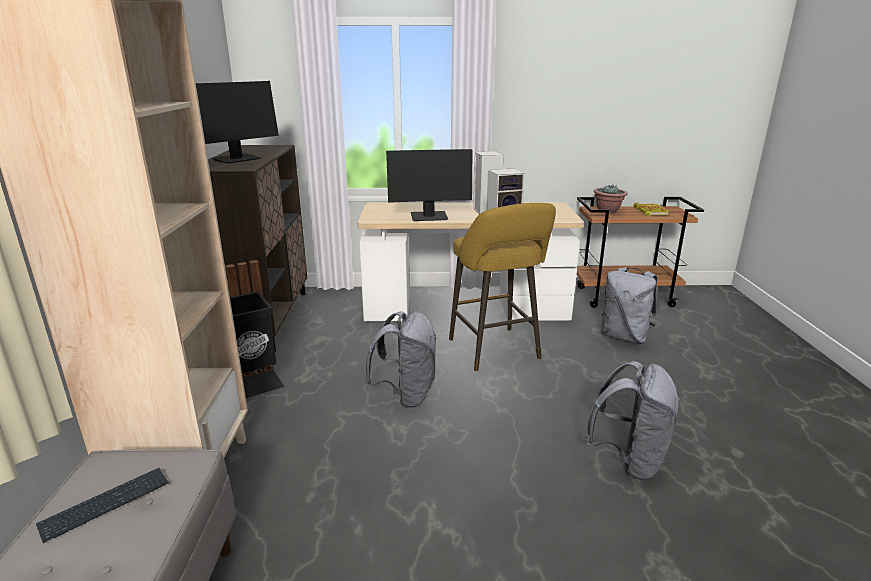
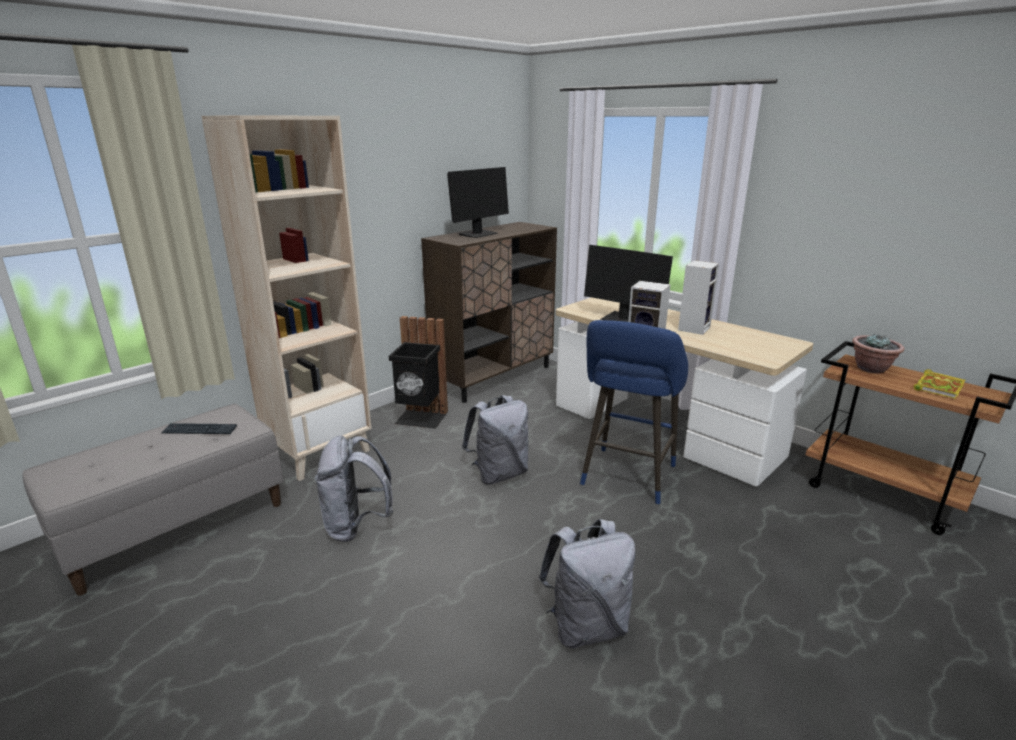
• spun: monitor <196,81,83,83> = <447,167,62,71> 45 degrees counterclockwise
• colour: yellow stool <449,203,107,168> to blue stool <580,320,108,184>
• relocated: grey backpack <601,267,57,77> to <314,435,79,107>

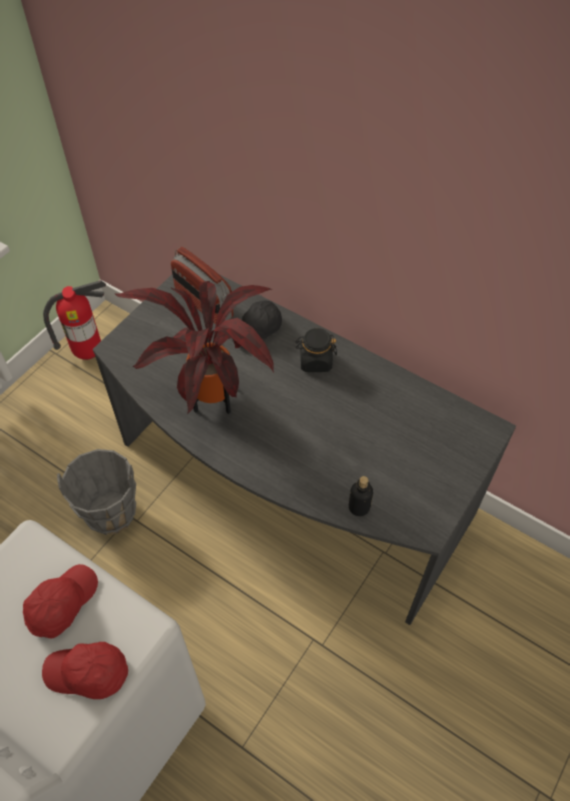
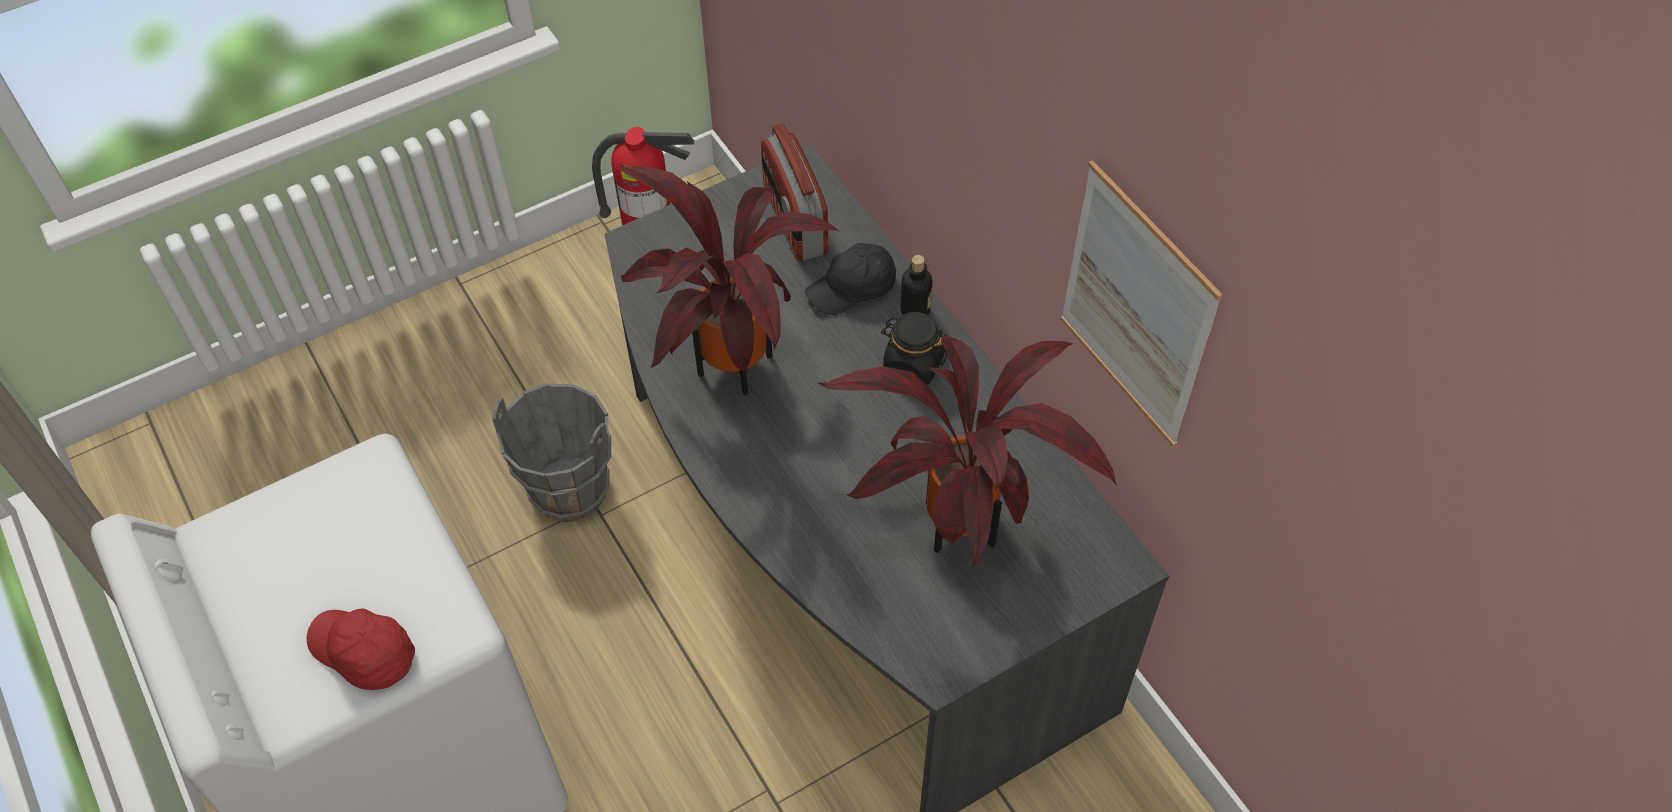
• relocated: bottle <349,476,24,40> to <900,255,33,60>
• missing: red cap <23,564,75,74>
• appeared: picture <1061,160,162,287>
• appeared: potted plant <819,334,298,234>

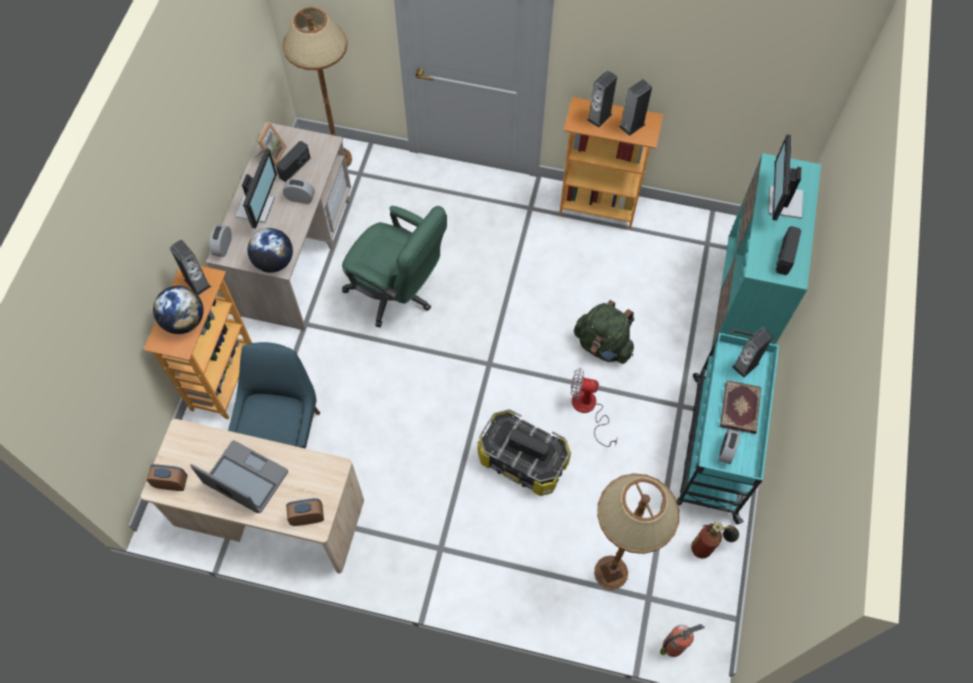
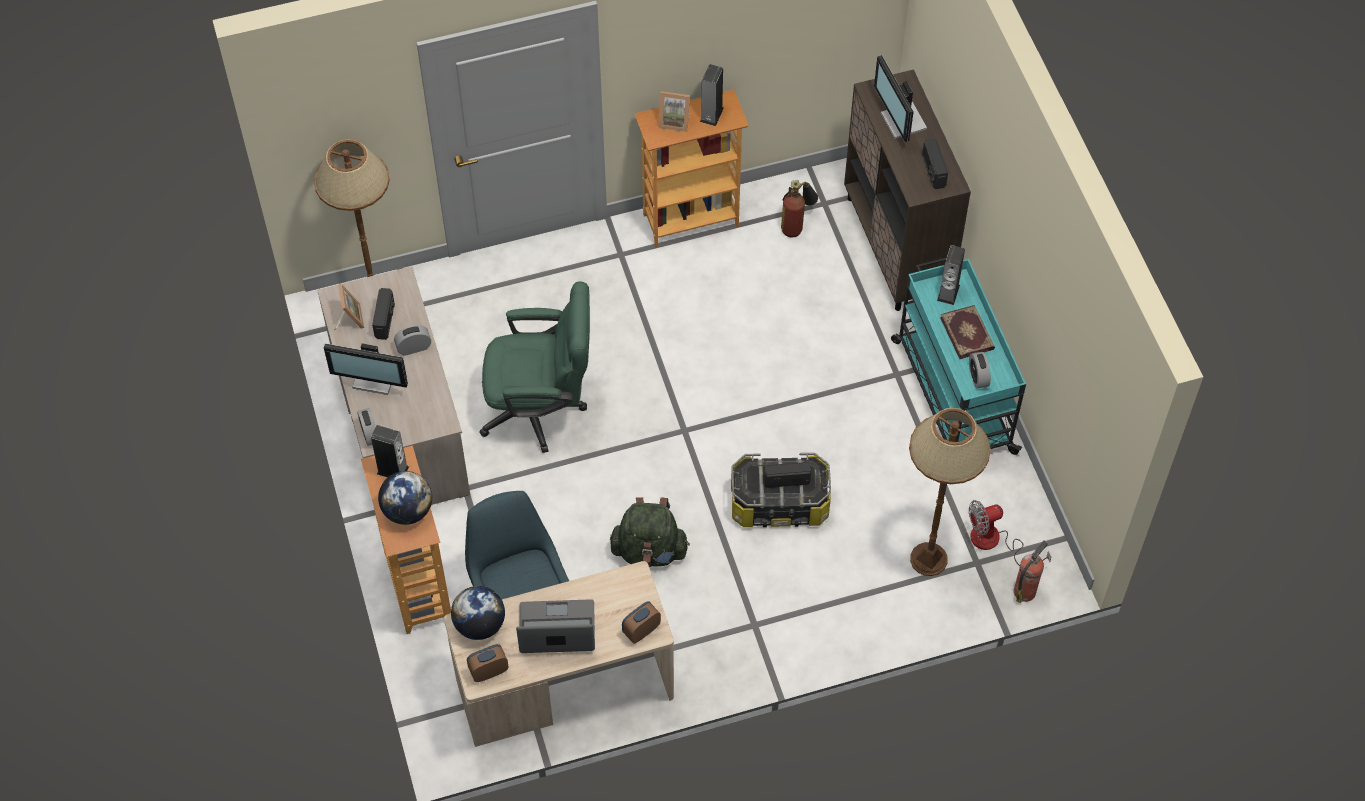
• exchanged: speaker <587,70,30,58> to picture frame <658,91,32,41>
• spun: monitor <235,148,42,81> = <324,343,84,52> 120 degrees clockwise
• colour: turquoise cabinet <712,153,109,194> to brown cabinet <844,69,127,242>
• relocated: globe <247,228,46,45> to <451,586,54,54>
• relocated: green backpack <574,300,60,64> to <610,497,80,70>
• relocated: fan <571,368,47,79> to <969,500,82,66>
• relocated: fire extinguisher <691,522,48,36> to <781,180,37,57>

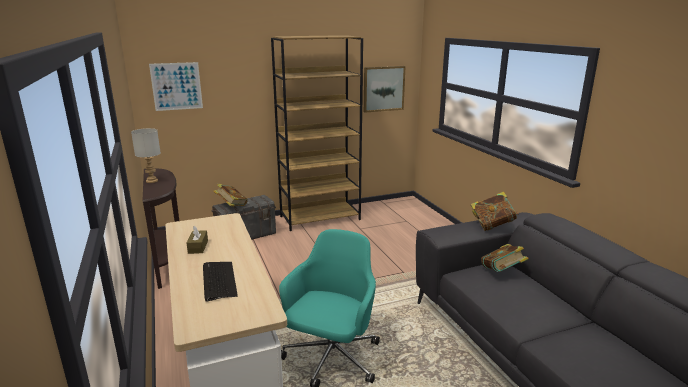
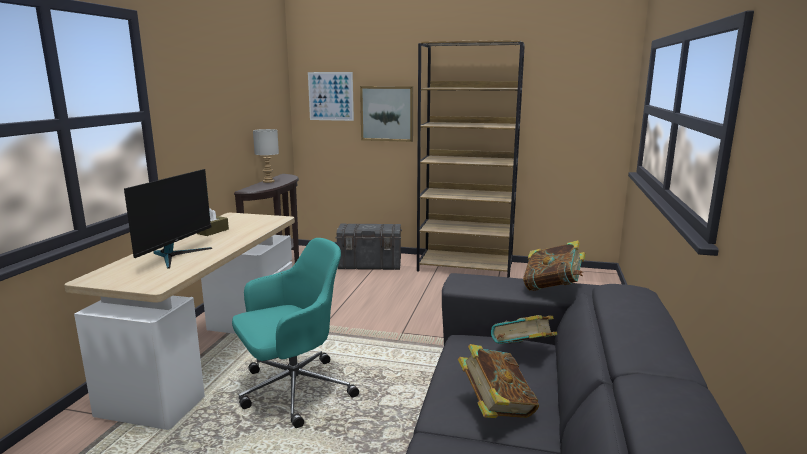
• relocated: picture <364,66,42,47> to <360,86,53,56>
• relocated: book <214,184,34,22> to <458,344,81,74>
• exchanged: keyboard <203,262,35,40> to monitor <124,169,88,99>

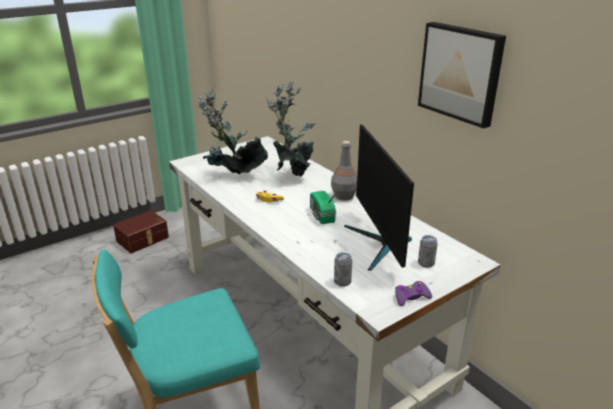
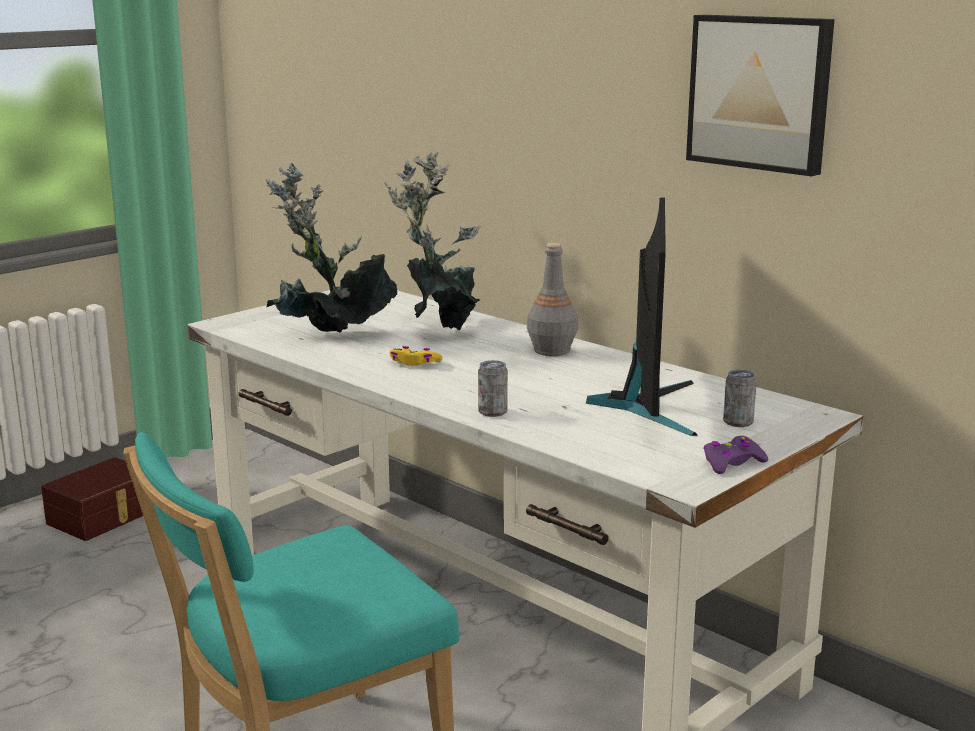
• spun: monitor <344,124,70,146> = <586,197,112,239> 150 degrees counterclockwise
• missing: radio <310,191,27,33>
• relocated: can <334,253,18,34> to <478,360,30,57>

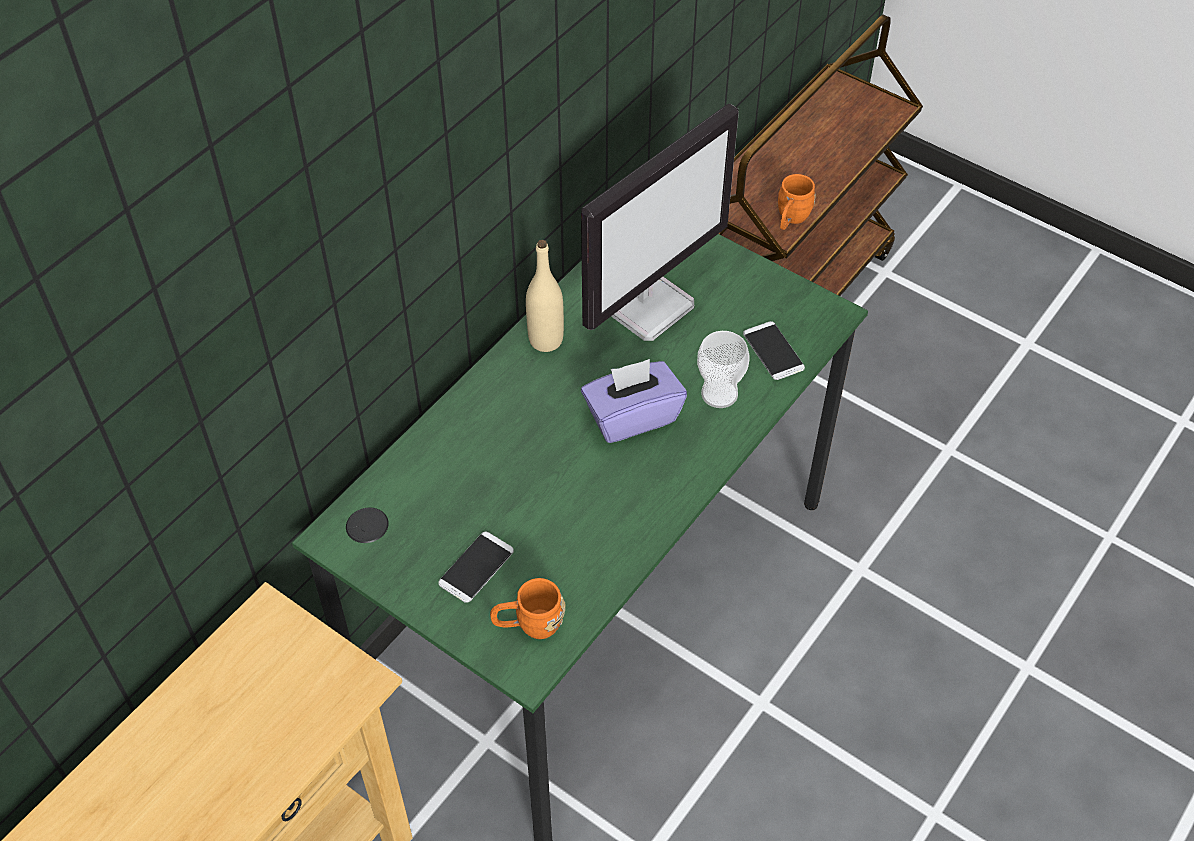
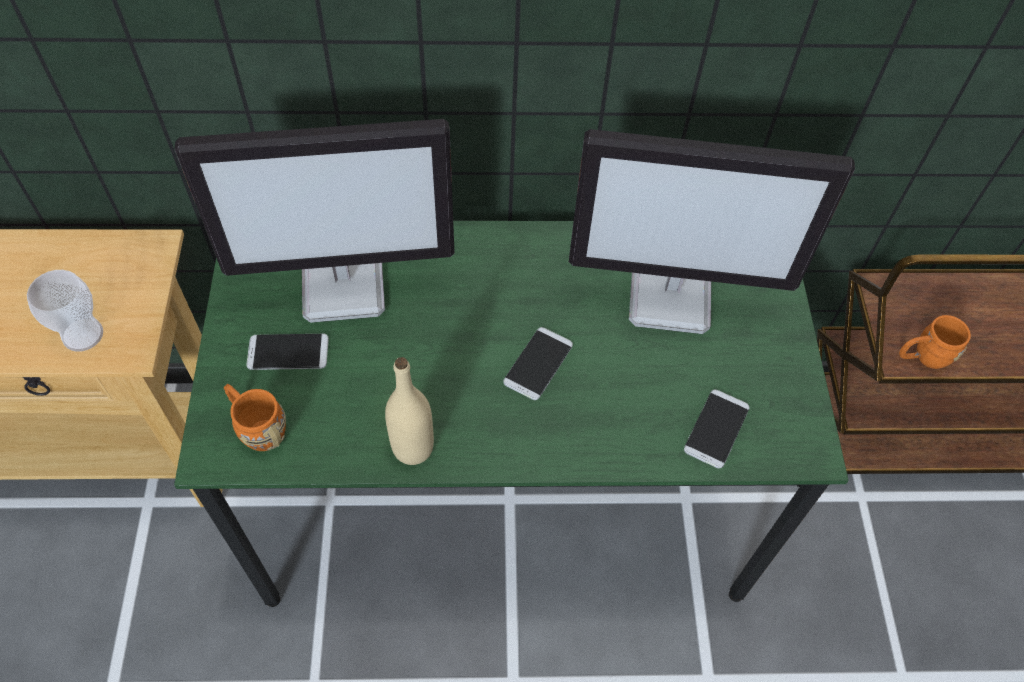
• relocated: beige bottle <526,240,38,112> to <385,357,49,108>
• relocated: cup <697,331,52,77> to <27,270,76,82>
• exchanged: purple tissue box <581,359,106,84> to phone <503,327,70,73>
• appeared: monitor <175,119,280,204>

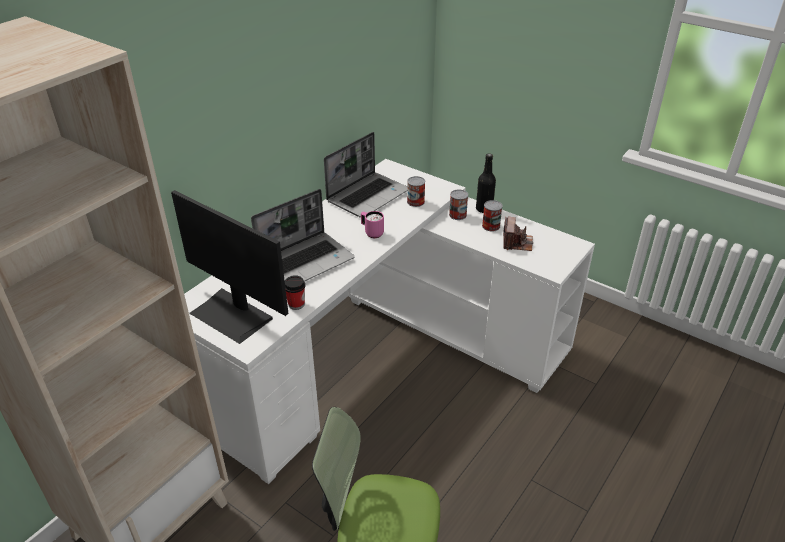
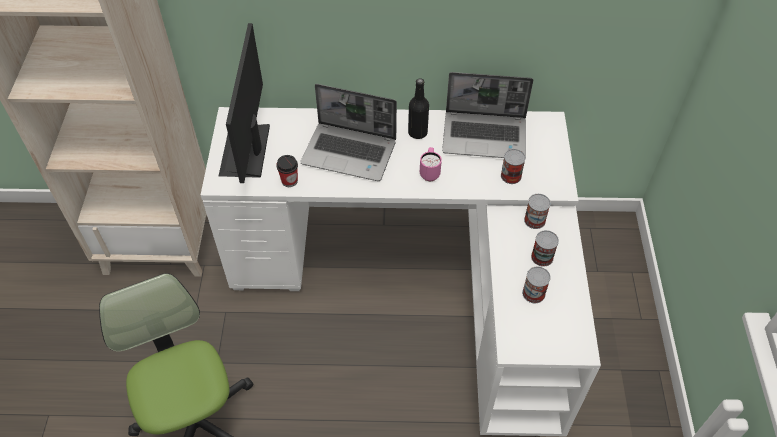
• relocated: black bottle <476,153,20,60> to <408,78,21,61>
• exchanged: photo camera <503,217,30,34> to can <522,267,29,36>

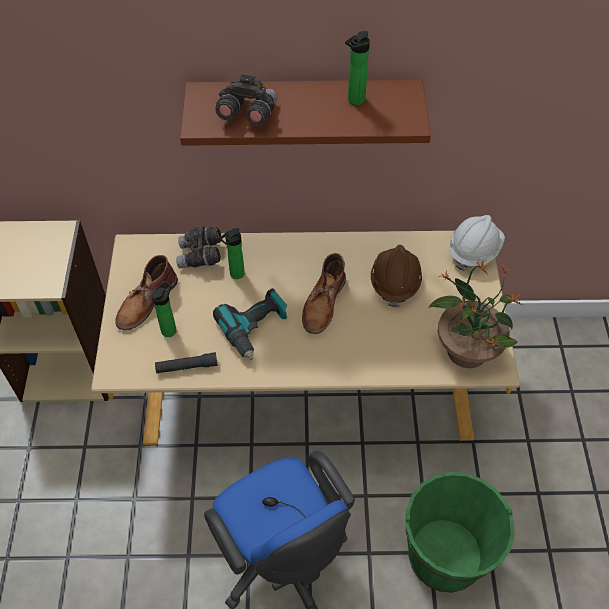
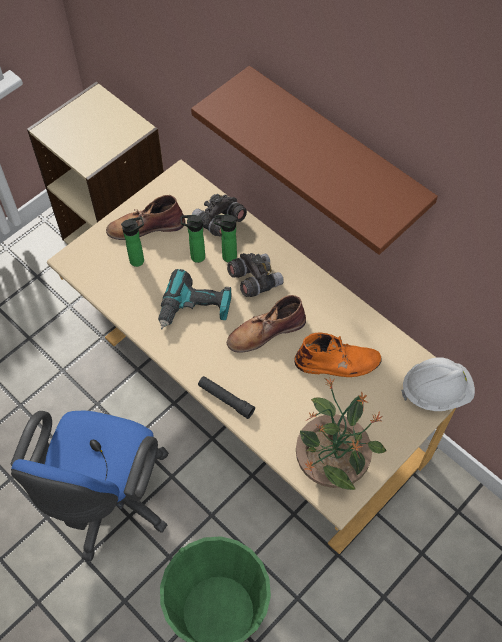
• relocated: bottle <345,31,25,74> to <181,215,24,48>
• relocated: grey binoculars <215,74,62,52> to <227,253,57,44>
• exchanged: brown hard hat <371,245,51,62> to orange boot <294,333,88,44>
• relocated: black flashlight <155,352,63,21> to <198,376,57,43>

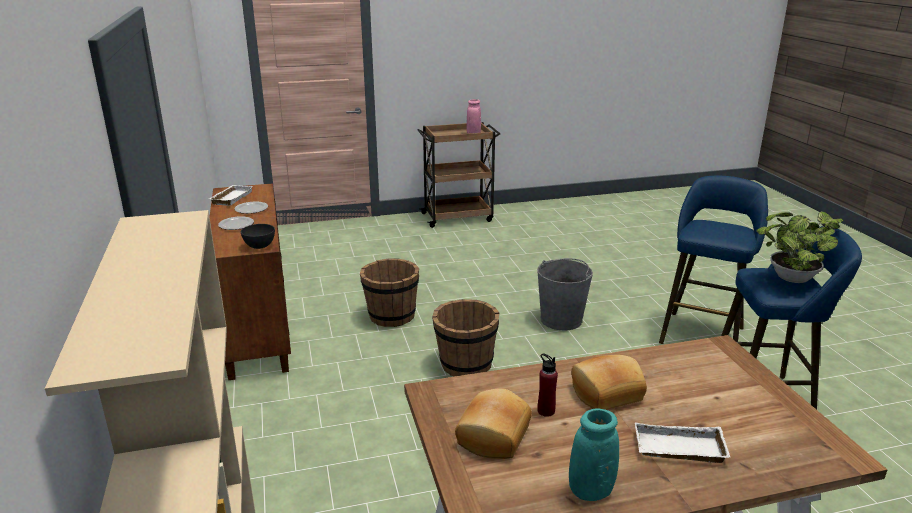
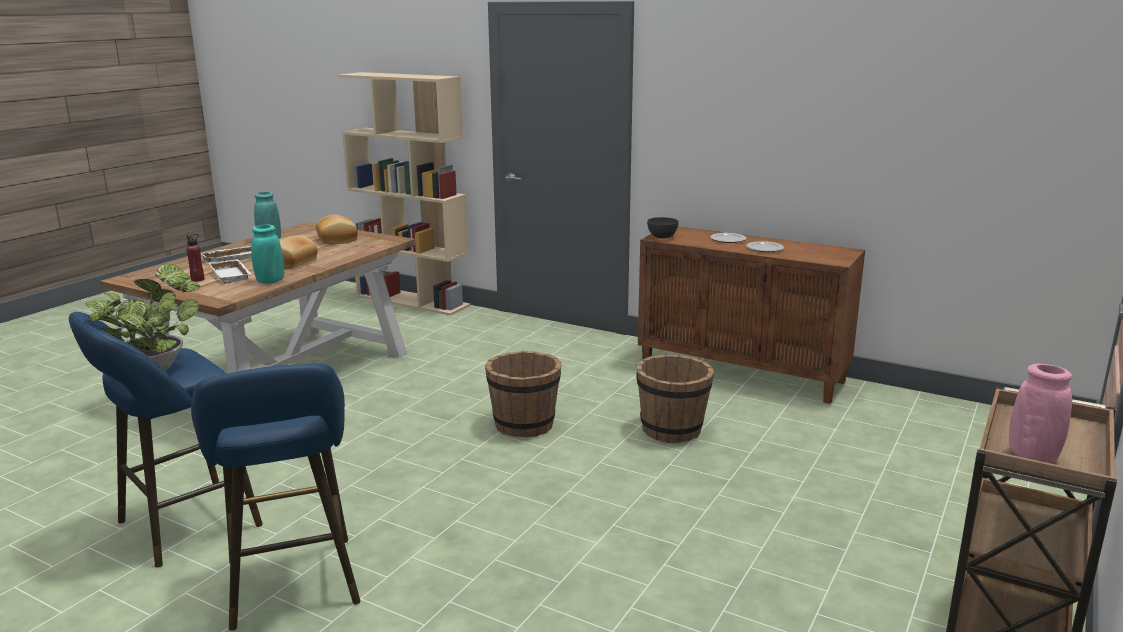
• relocated: white tray <209,185,44,21> to <209,259,43,25>
• missing: grey bucket <537,258,56,72>
• relocated: red bottle <538,354,20,63> to <186,234,18,48>
• appeared: turquoise vase <251,224,33,60>

